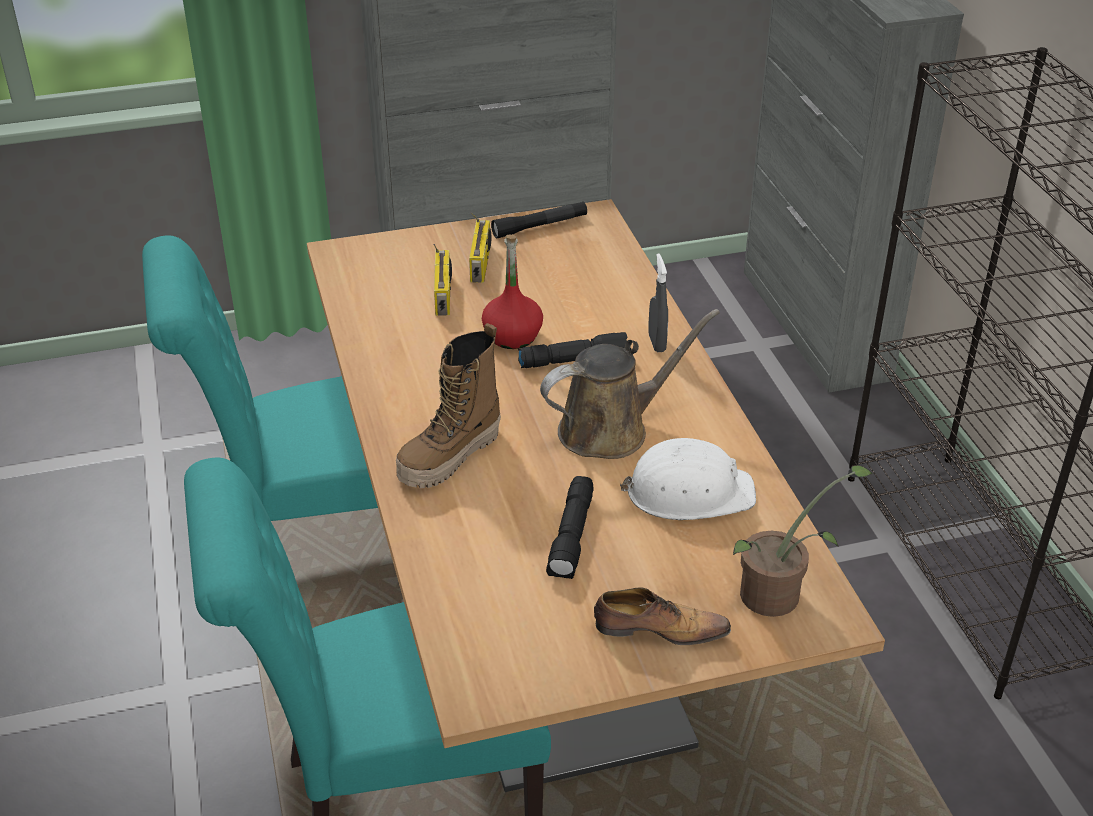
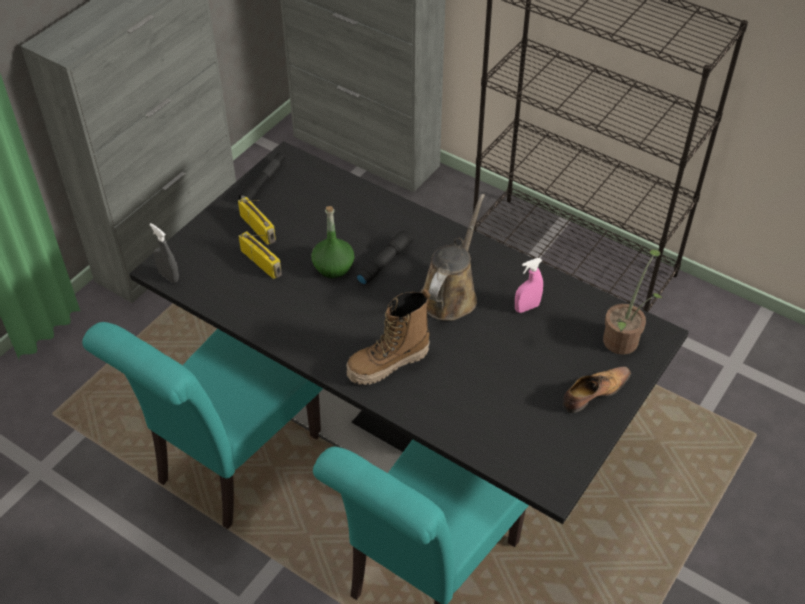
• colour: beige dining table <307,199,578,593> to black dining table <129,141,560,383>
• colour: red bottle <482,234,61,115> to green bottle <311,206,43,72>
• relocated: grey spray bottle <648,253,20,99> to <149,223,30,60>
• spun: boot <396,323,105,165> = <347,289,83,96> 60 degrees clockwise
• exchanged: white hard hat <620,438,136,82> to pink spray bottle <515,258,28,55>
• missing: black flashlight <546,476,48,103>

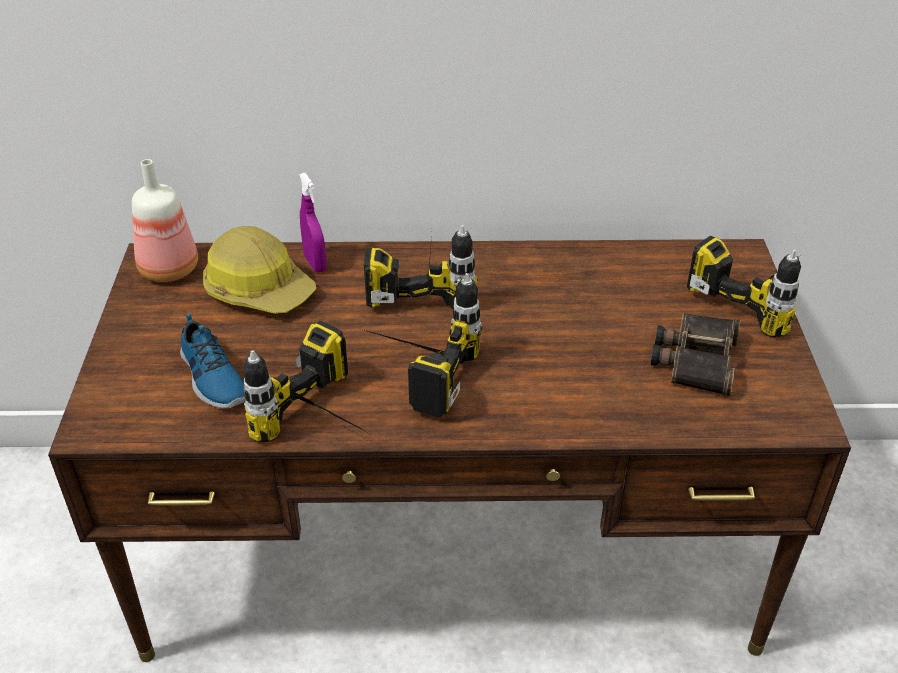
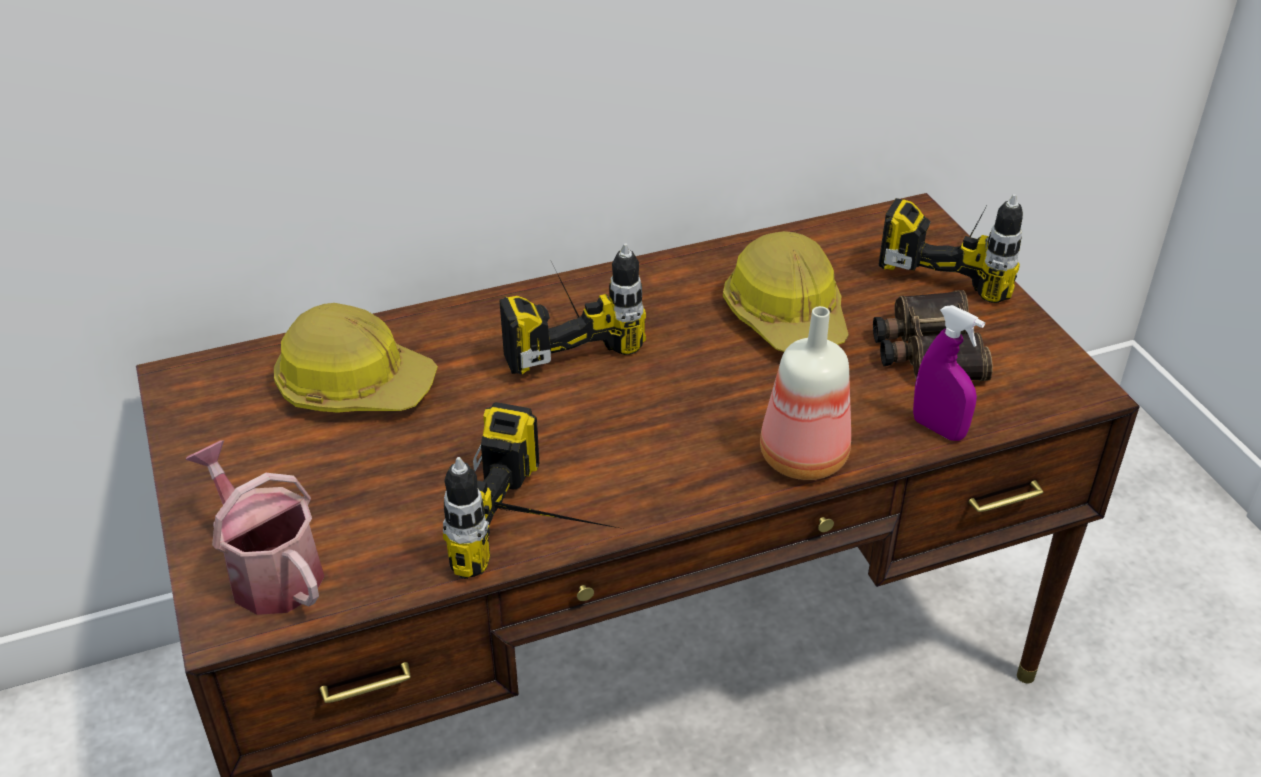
• relocated: bottle <132,159,66,123> to <760,306,91,174>
• relocated: purple spray bottle <299,173,28,99> to <913,305,72,136>
• missing: power drill <365,273,117,145>
• missing: shoe <180,313,65,96>
• appeared: hard hat <723,231,126,121>
• appeared: watering can <185,440,140,175>

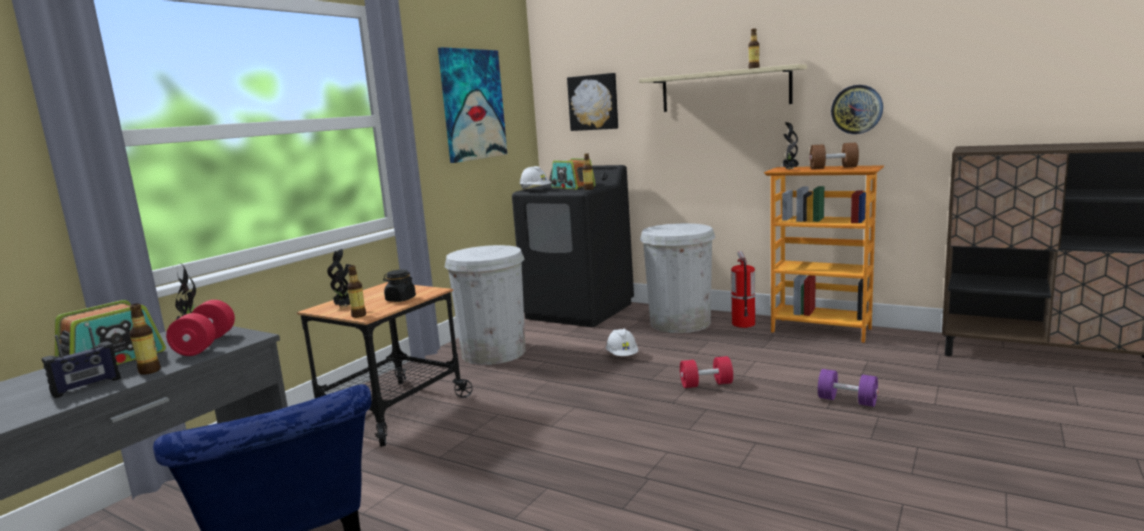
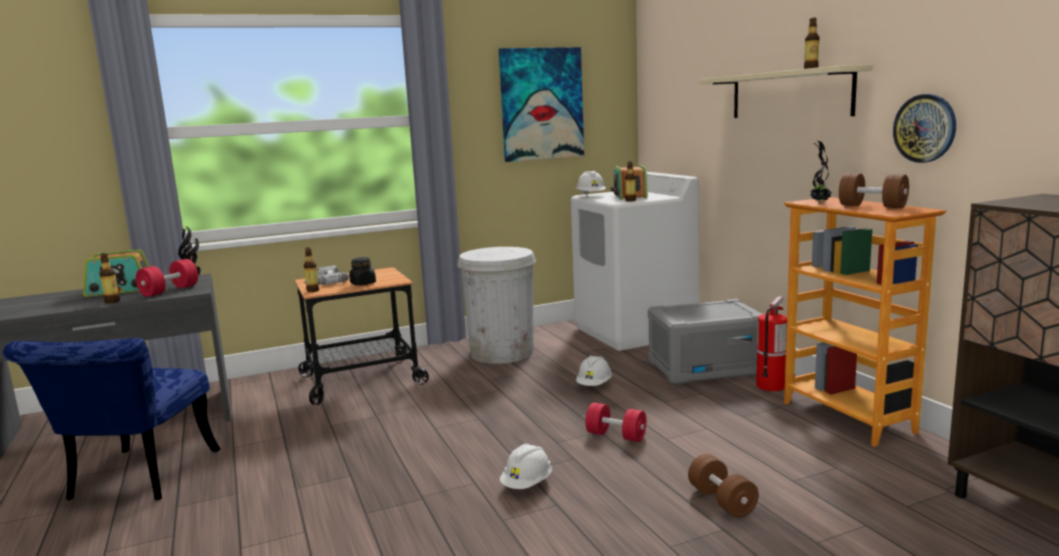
• missing: picture <567,73,51,58>
• colour: black washing machine <512,165,122,162> to white washing machine <571,172,128,179>
• exchanged: white trash can <640,223,75,110> to grey storage box <648,299,115,86>
• exchanged: potted plant <327,249,24,58> to power drill <304,265,45,20>
• missing: radio <42,327,79,71>
• colour: purple dumbbell <818,369,60,38> to brown dumbbell <688,454,71,64>
• appeared: white hard hat <500,444,52,45>

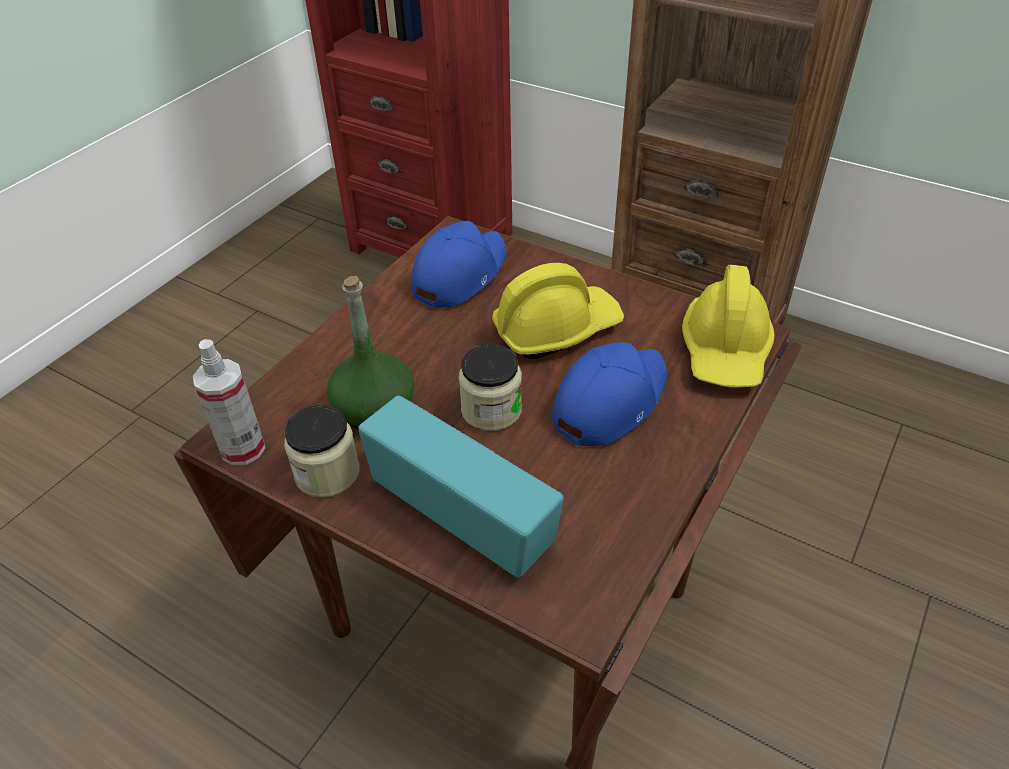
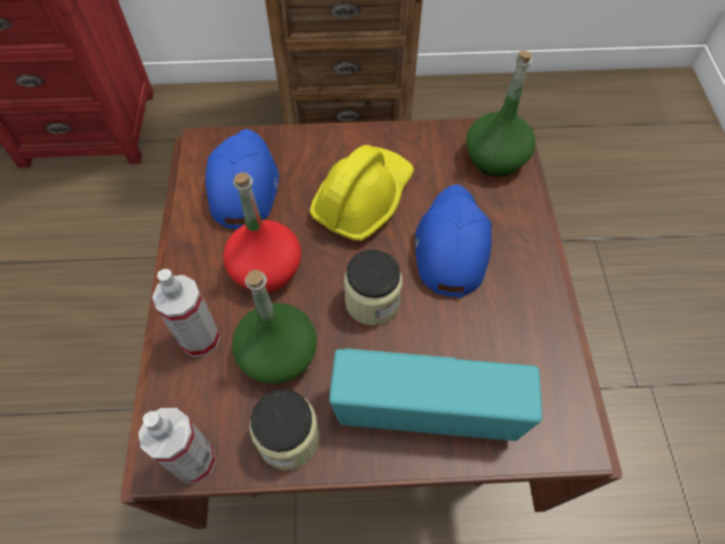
• exchanged: yellow hard hat <682,265,93,123> to green bottle <466,50,70,127>
• appeared: red bottle <223,172,78,121>
• appeared: spray bottle <152,269,68,88>

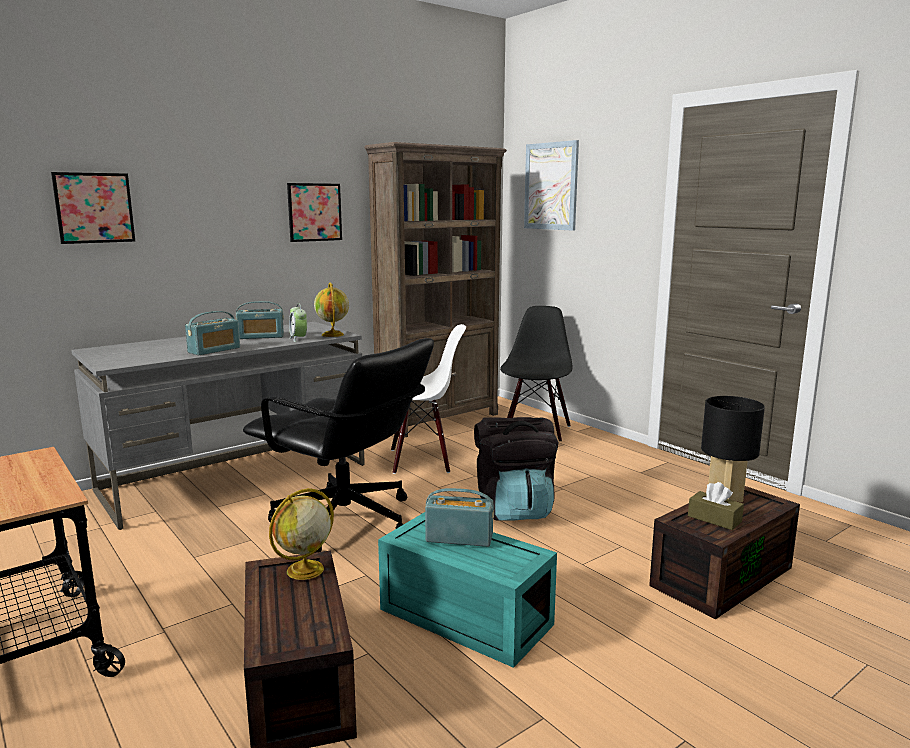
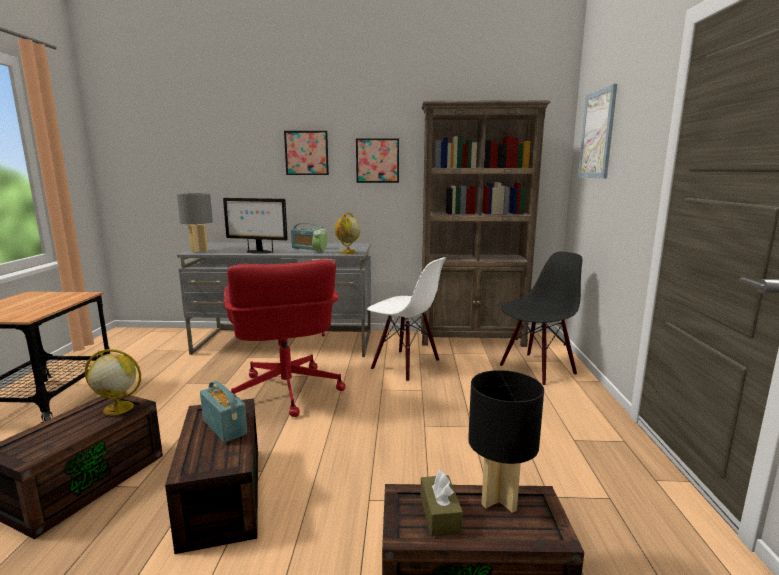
• relocated: picture <51,172,84,72> to <284,131,45,44>
• exchanged: radio <185,311,55,44> to monitor <223,198,65,56>
• colour: black office chair <243,338,191,215> to red office chair <224,259,122,158>
• missing: black backpack <474,417,85,104>
• colour: turquoise storage box <378,512,179,156> to brown storage box <165,398,93,156>
• appeared: grey table lamp <177,193,36,60>

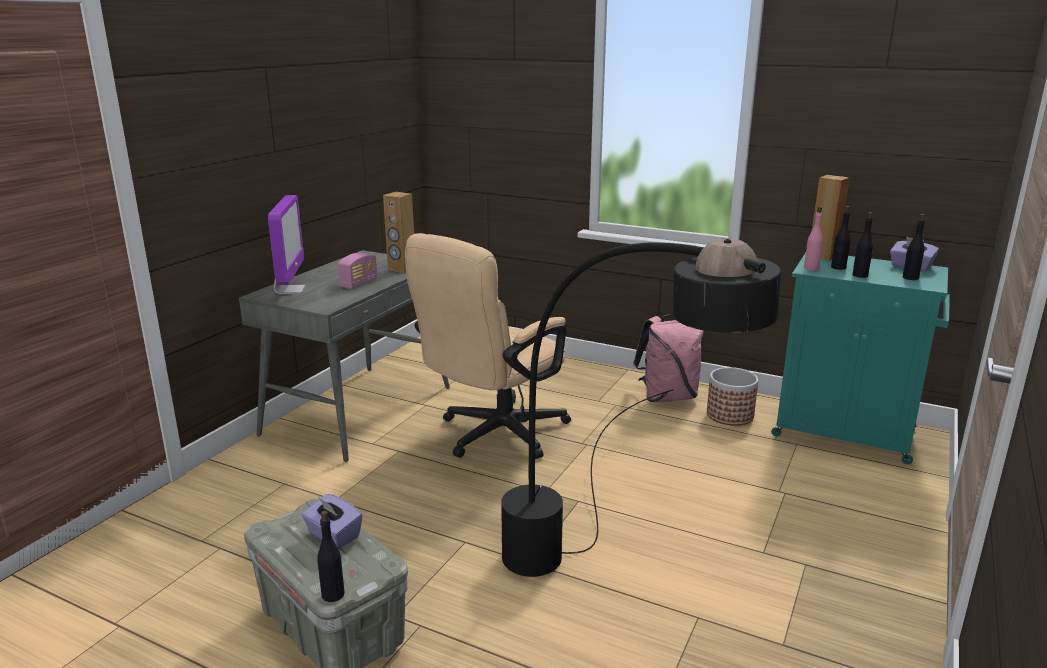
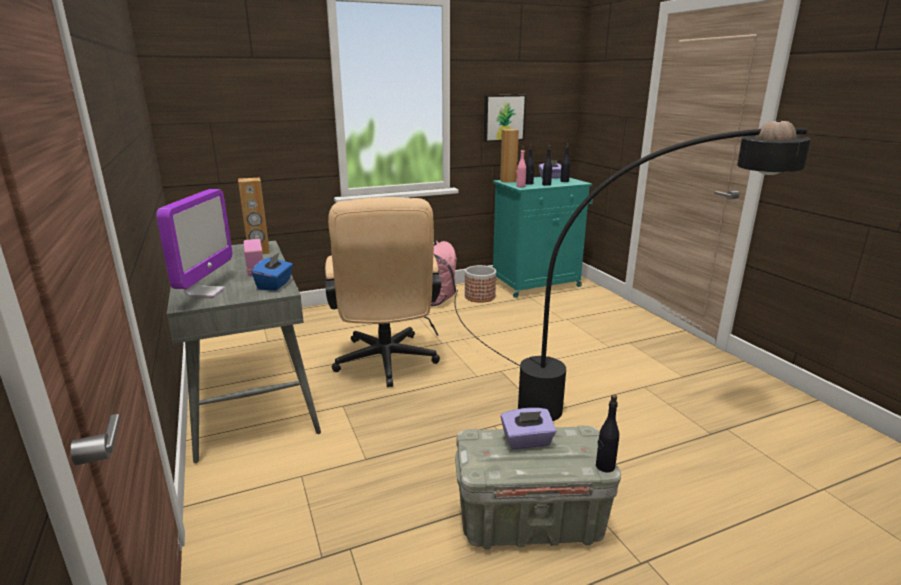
• spun: monitor <268,195,38,99> = <156,189,76,108> 60 degrees clockwise
• appeared: picture <484,95,42,47>
• appeared: blue tissue box <252,252,41,38>

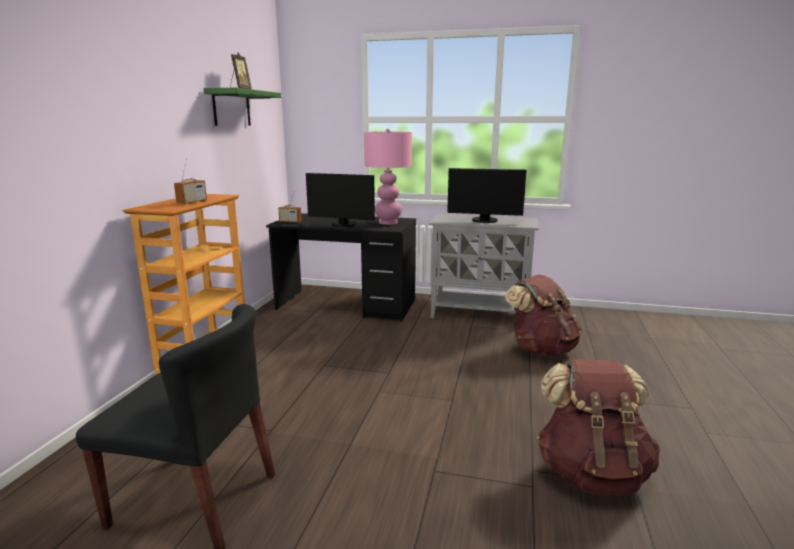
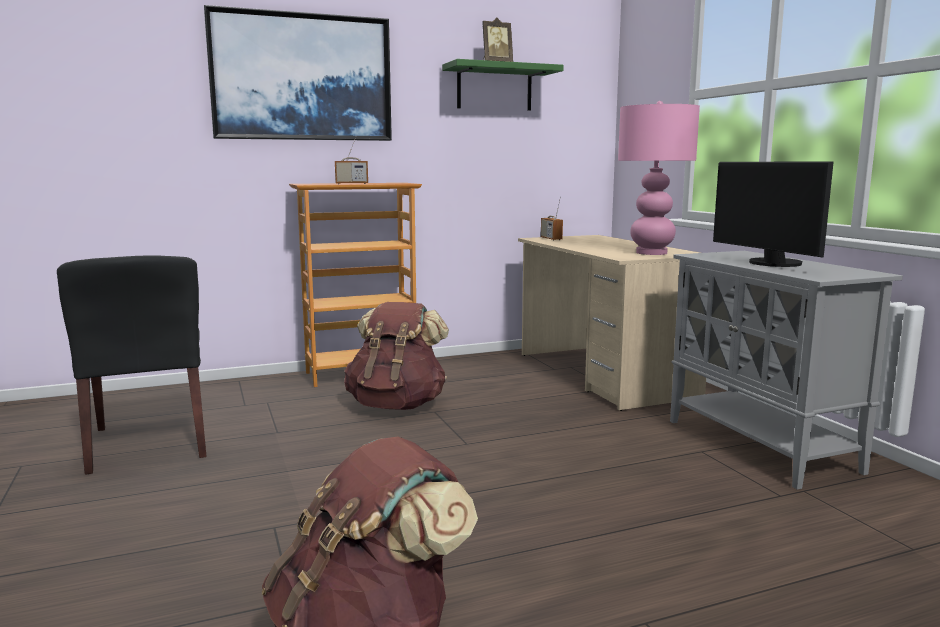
• missing: monitor <306,173,69,54>
• colour: black desk <266,213,150,109> to beige desk <518,235,188,176>
• relocated: brown backpack <505,275,77,81> to <344,302,105,108>
• appeared: picture <204,5,188,136>

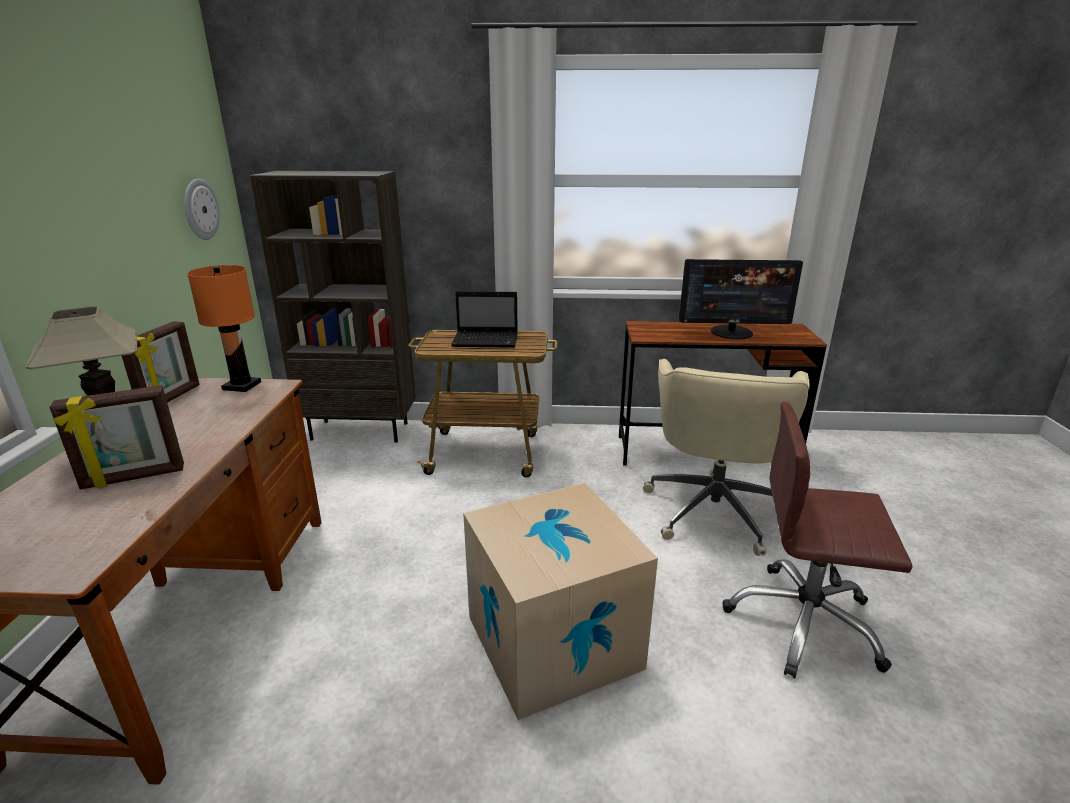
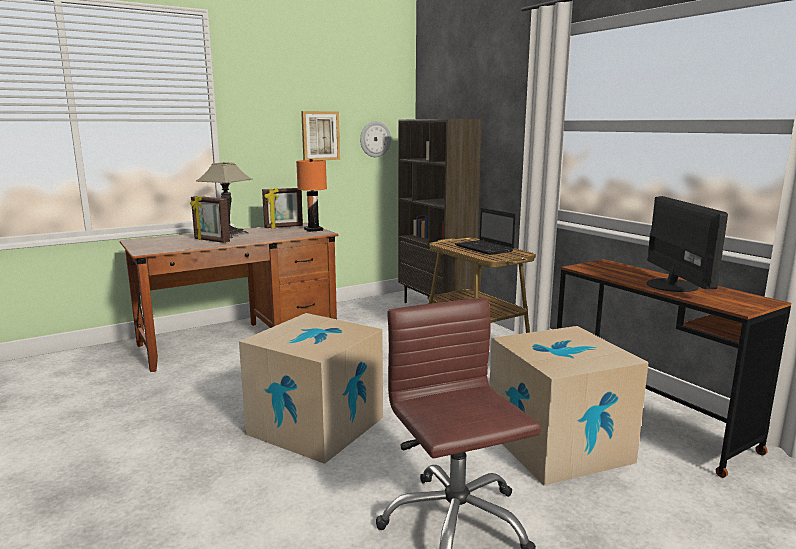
• spun: monitor <679,259,124,80> = <646,196,82,96> 150 degrees counterclockwise
• exchanged: beige office chair <643,359,167,197> to cardboard box <490,326,159,160>
• appeared: picture <301,111,39,49>

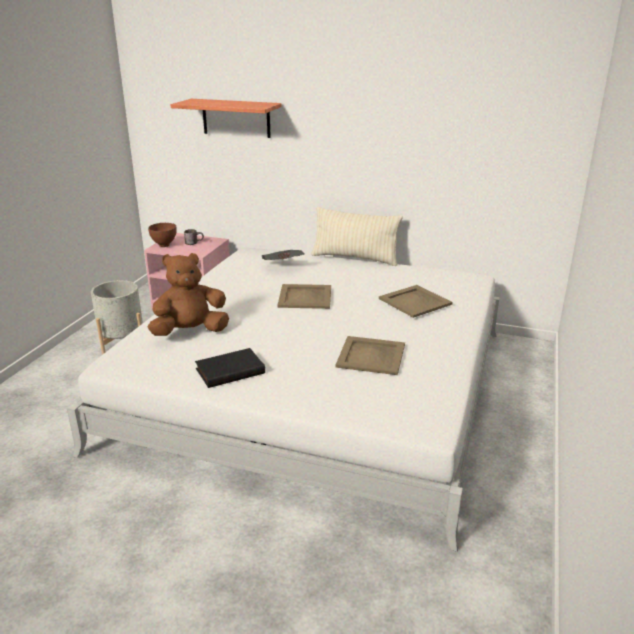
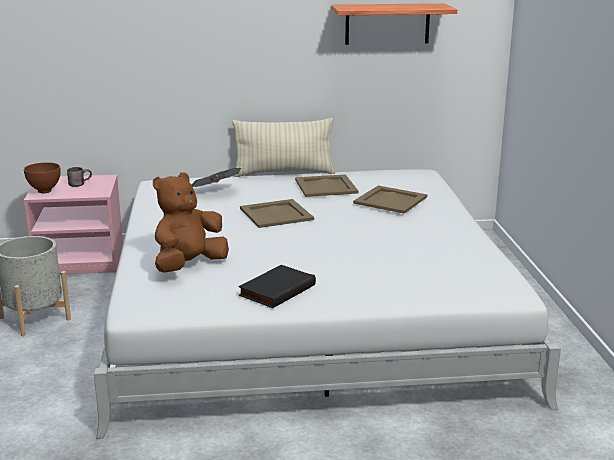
• relocated: shelf <170,99,111,39> to <331,3,126,42>
• relocated: beige tray <335,336,70,39> to <295,174,63,23>

